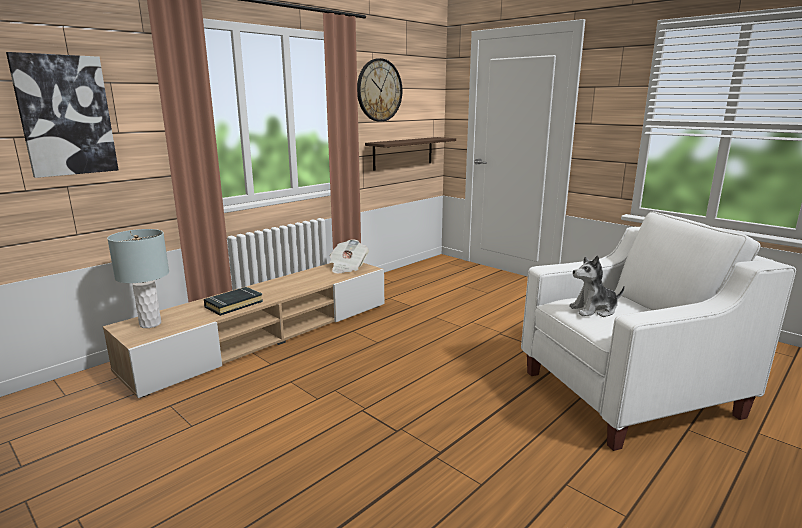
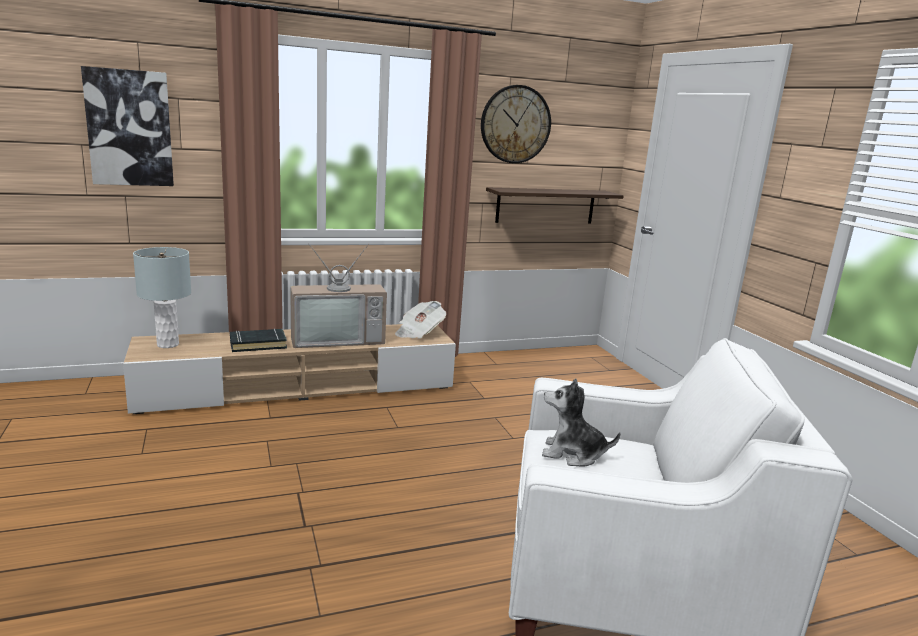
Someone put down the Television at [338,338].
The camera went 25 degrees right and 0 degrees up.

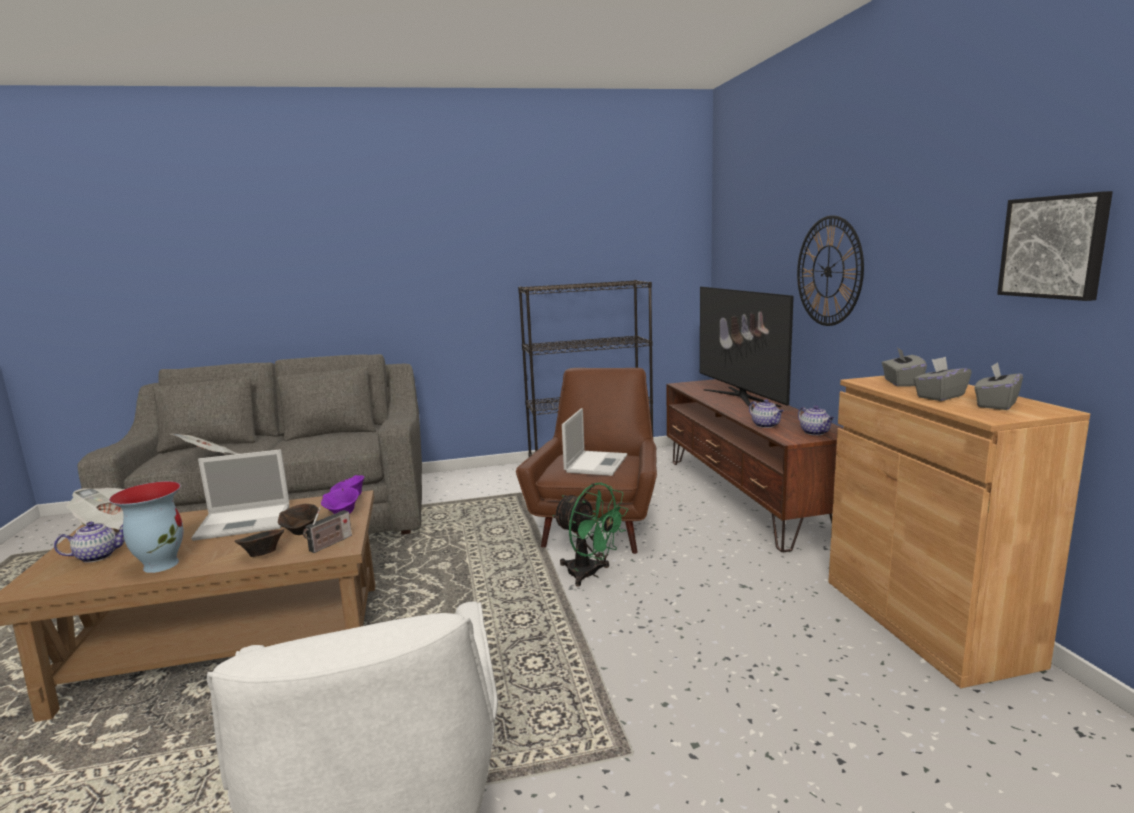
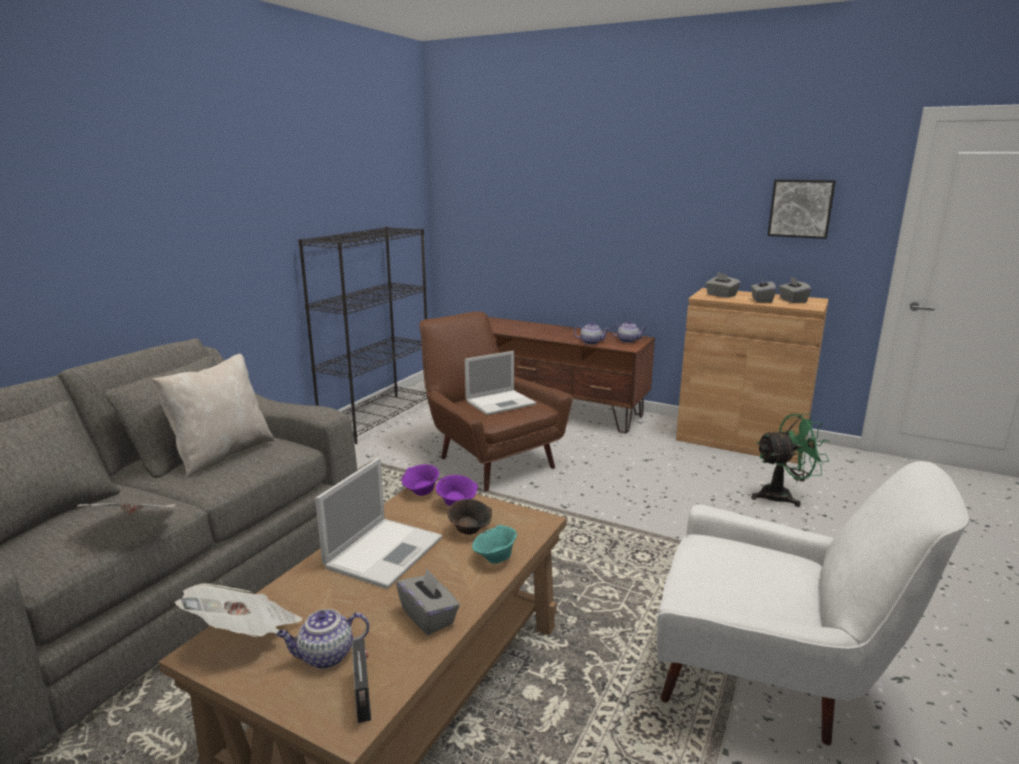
Someone took away the WallClock at [828,271].
Someone took away the Television at [740,398].
Someone rotated the Laptop at [596,463] by 90 degrees clockwise.
Someone swapped the Vase at [161,564] for the GreyTissueBox at [428,616].
Someone carried the GreenFan from [589,574] to [783,496].
Someone carried the Radio from [329,544] to [364,698].
Someone rotated the Teapot at [98,556] by 120 degrees counterclockwise.
Someone repainted the BrownBowl at [262,554], which became the TurquoiseBowl at [495,558].
Someone put down the BeigePillow at [222,454].
The camera went 50 degrees left and 5 degrees up.

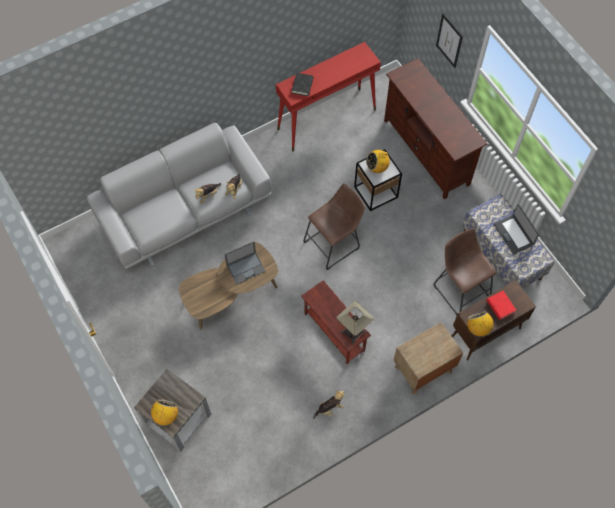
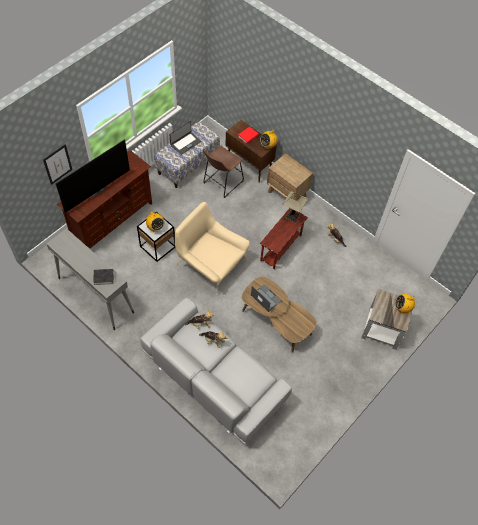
Someone repainted the RedConsoleTable at [327,119], which became the GreyConsoleTable at [95,295].
Someone swapped the BrownStool at [334,243] for the BeigeArmchair at [210,264].
Someone put down the Television at [96,190].
The camera went 110 degrees left and 5 degrees down.

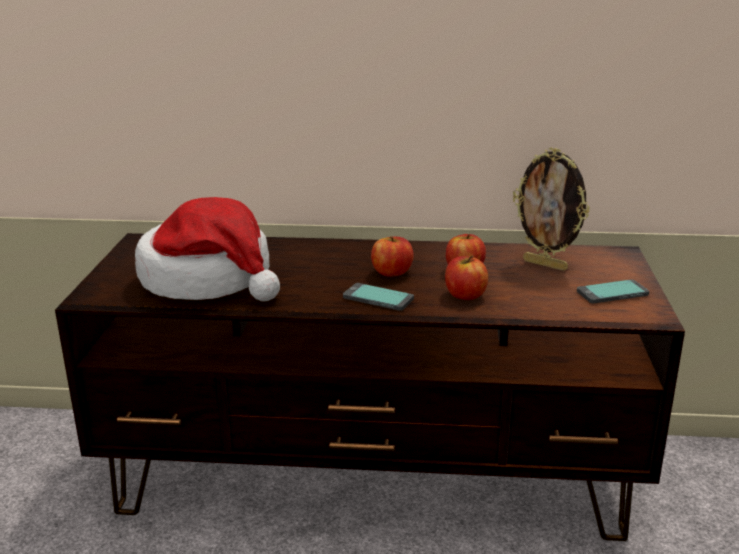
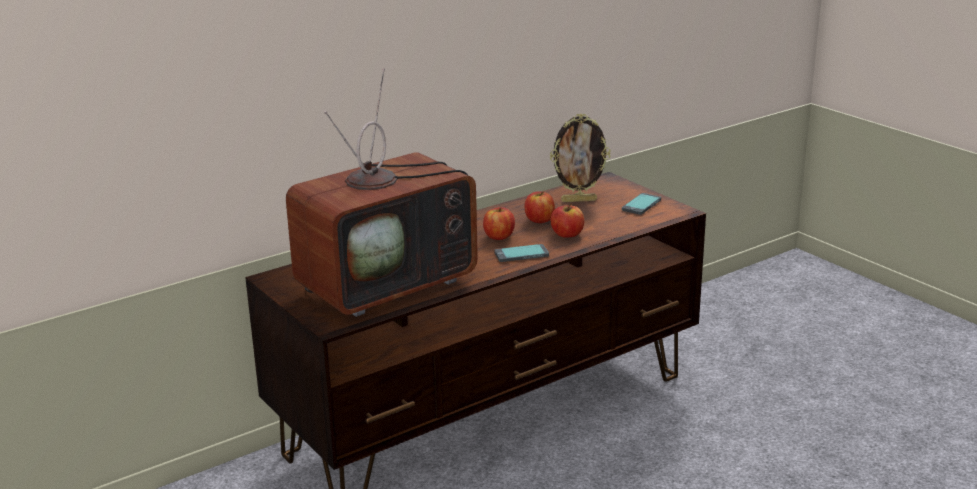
Someone swapped the Hat at [209,279] for the Television at [388,283].
The camera went 40 degrees left and 0 degrees up.

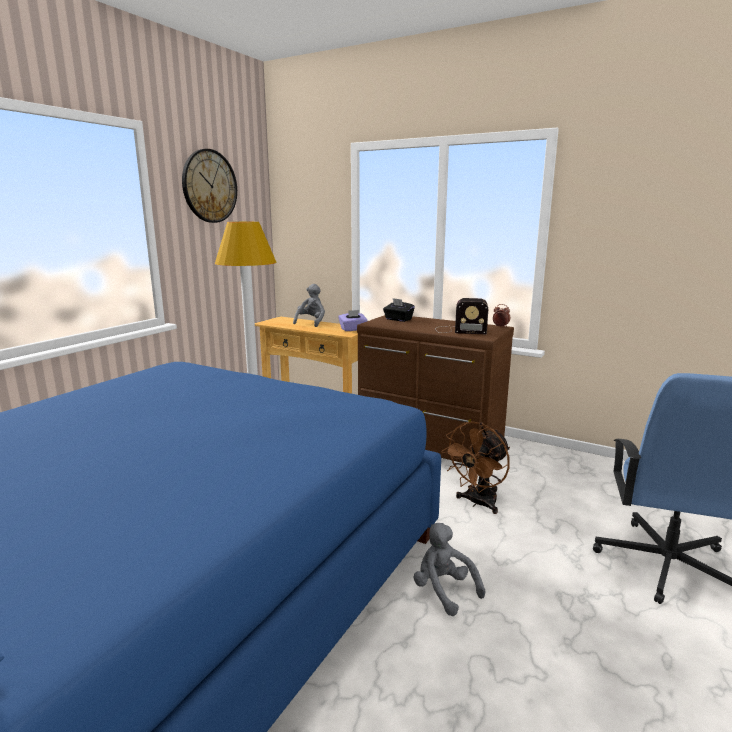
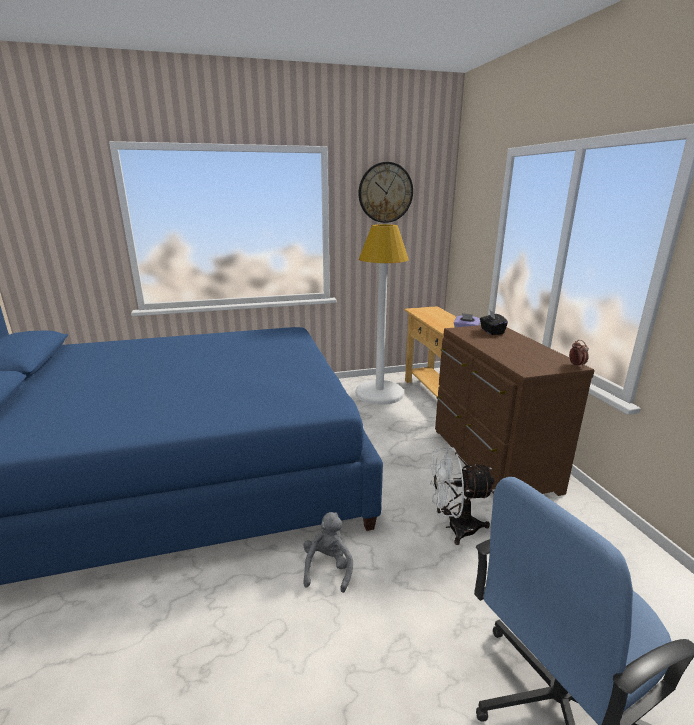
Someone took away the GreyPlushToy at [311,323].
Someone took away the Radio at [459,330].
Someone repainted the BrownFan at [478,503], which became the WhiteFan at [454,527].
The camera went 45 degrees right and 5 degrees up.

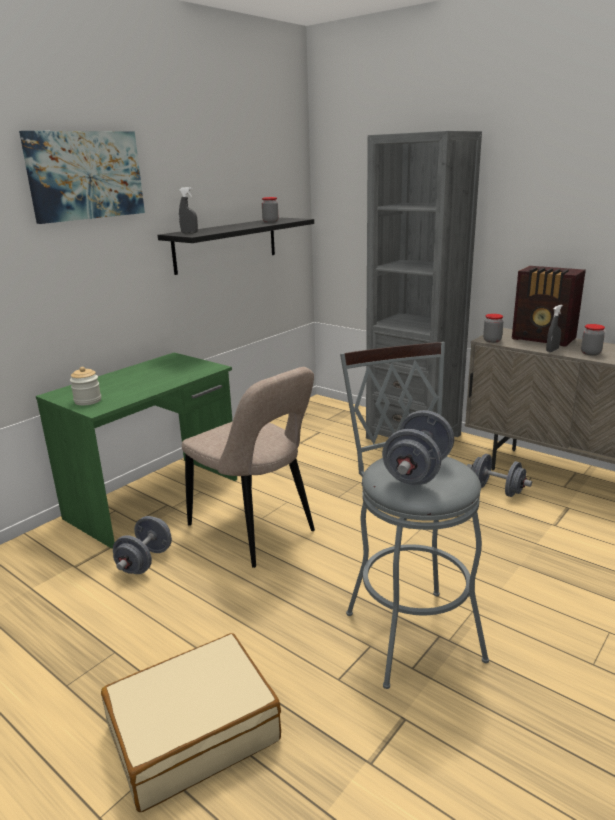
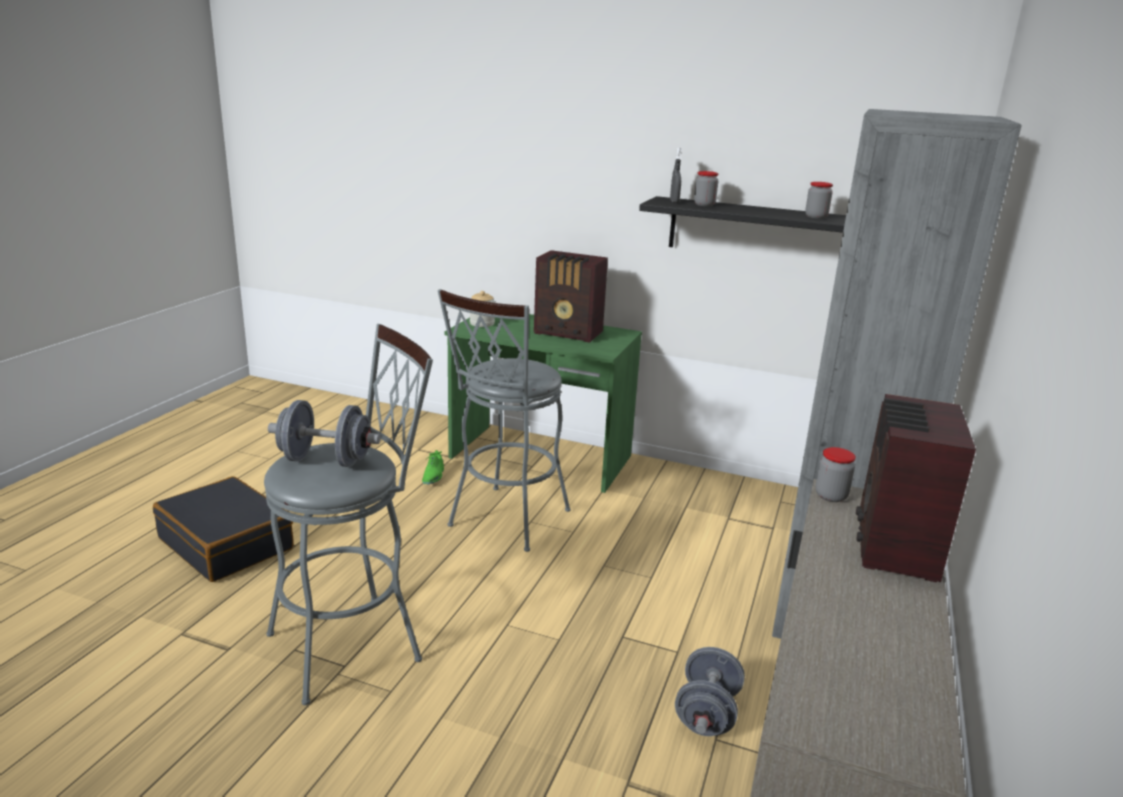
Someone took away the Picture at [85,175].
Someone took away the GreySprayBottle at [552,350].
Someone carried the Jar from [590,353] to [704,205].
Someone swapped the BeigeChair at [255,531] for the GreyStool at [504,522].
Someone swapped the GreyDumbbell at [145,561] for the GreenShoe at [433,477].
Someone repainted the BeigeSuitcase at [193,732], which became the BlackSuitcase at [227,543].
Someone put down the Radio at [569,333].
The camera went 70 degrees right and 0 degrees up.

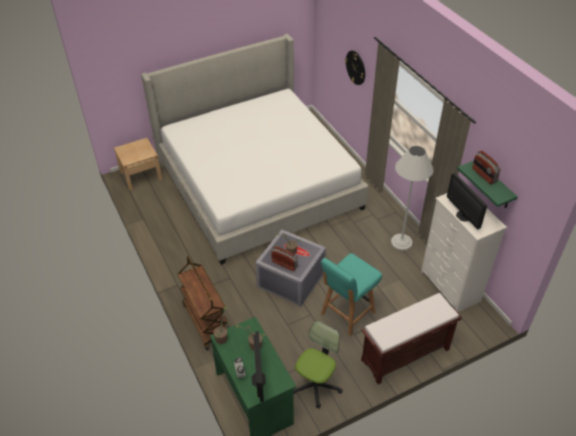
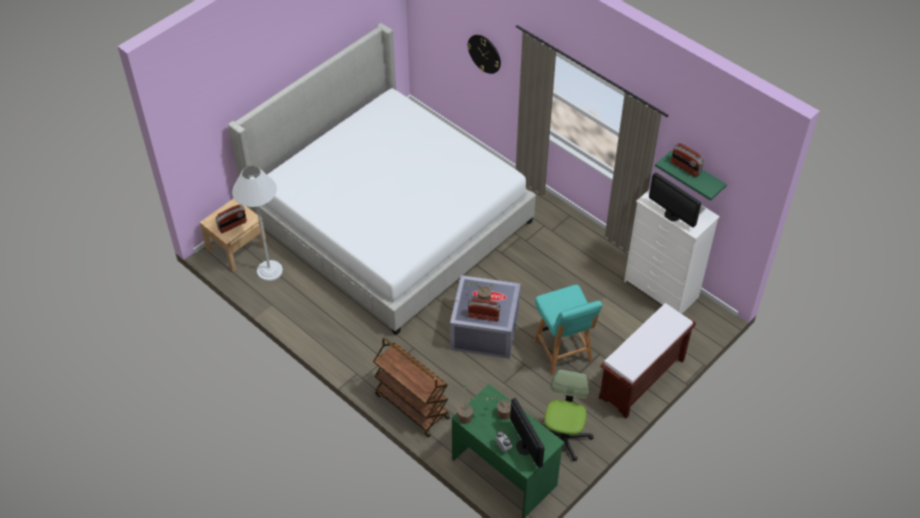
Someone carried the WhiteFloorLamp from [401,242] to [269,271].
Someone rotated the TurquoiseChair at [347,314] by 45 degrees counterclockwise.
Someone put down the Radio at [232,225].
The camera went 20 degrees left and 5 degrees up.

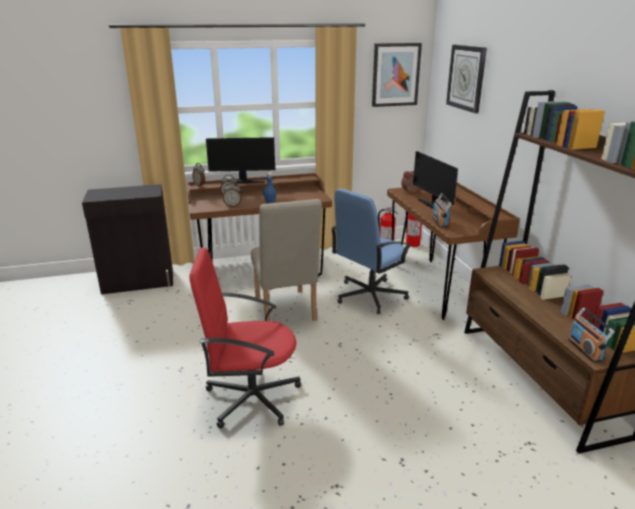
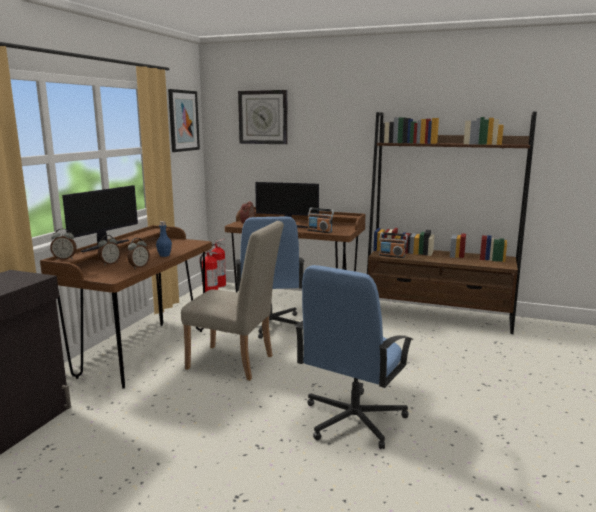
Someone repainted the RedOfficeChair at [251,397], which became the BlueOfficeChair at [353,420].
Someone carried the Radio from [585,349] to [392,256].
The camera went 55 degrees left and 10 degrees down.

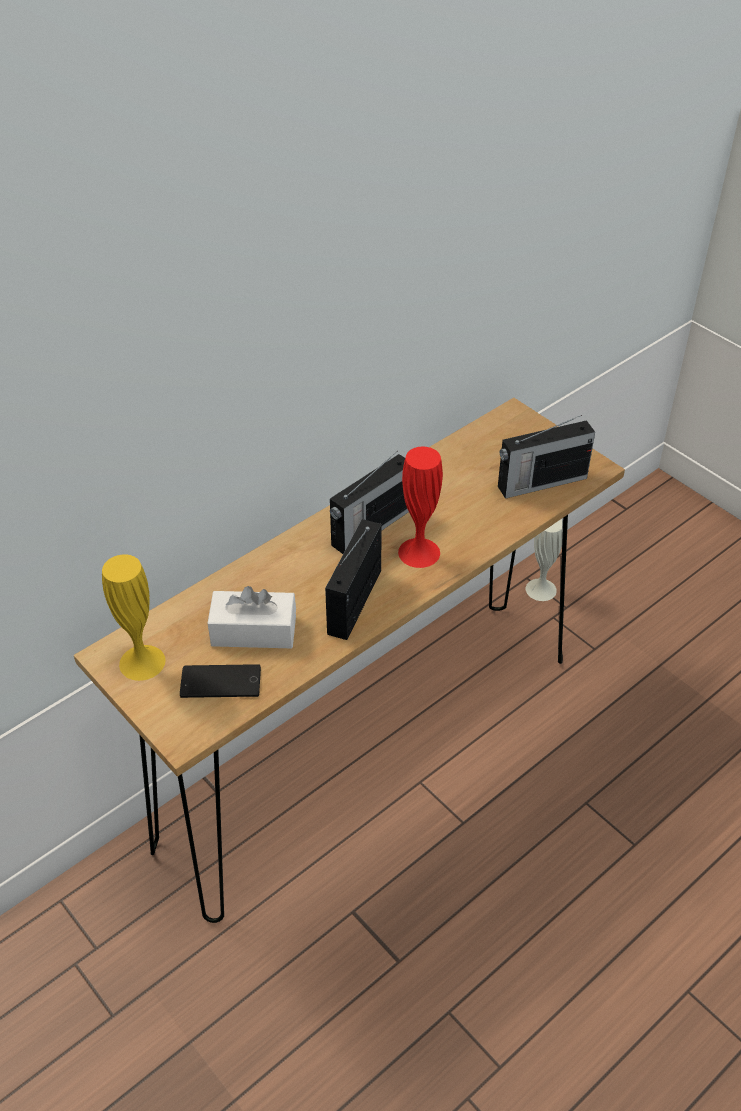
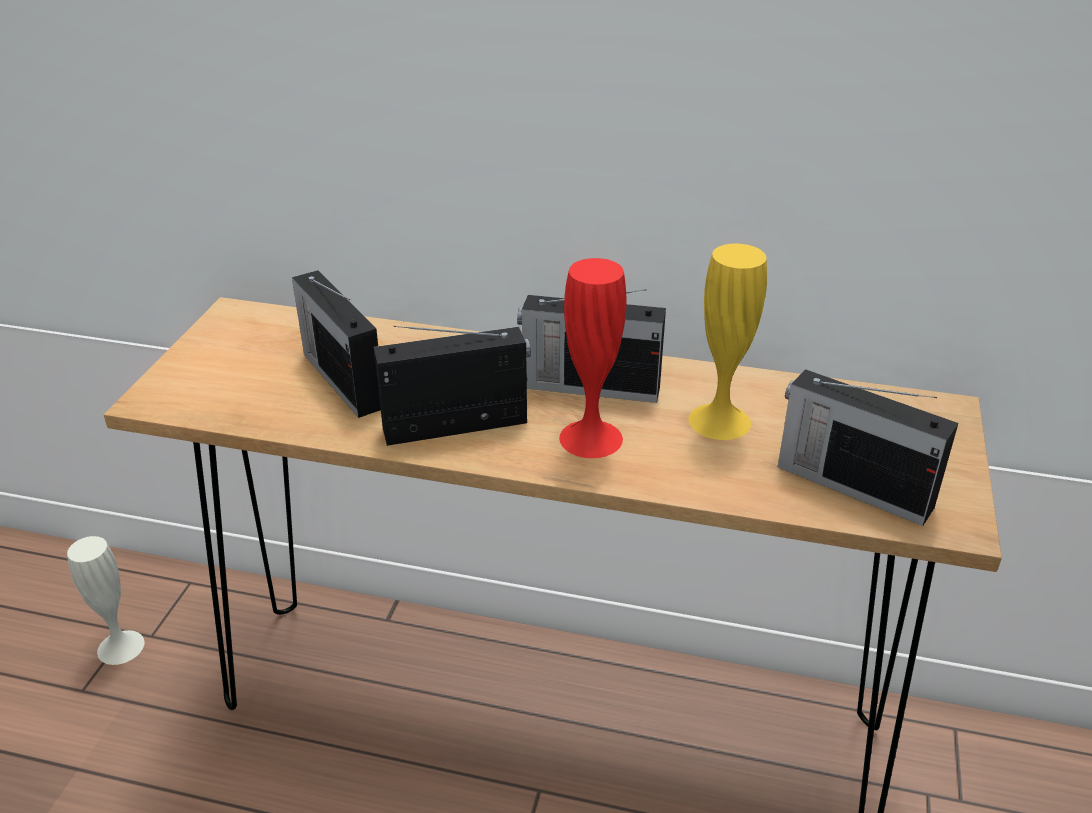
Someone carried the WhiteVase from [541,589] to [120,647].
Someone carried the YellowVase from [142,662] to [719,421].
Someone swapped the WhiteTissueBox at [254,631] for the Radio at [342,378].
Someone took away the Phone at [220,682].
The camera went 55 degrees right and 10 degrees down.

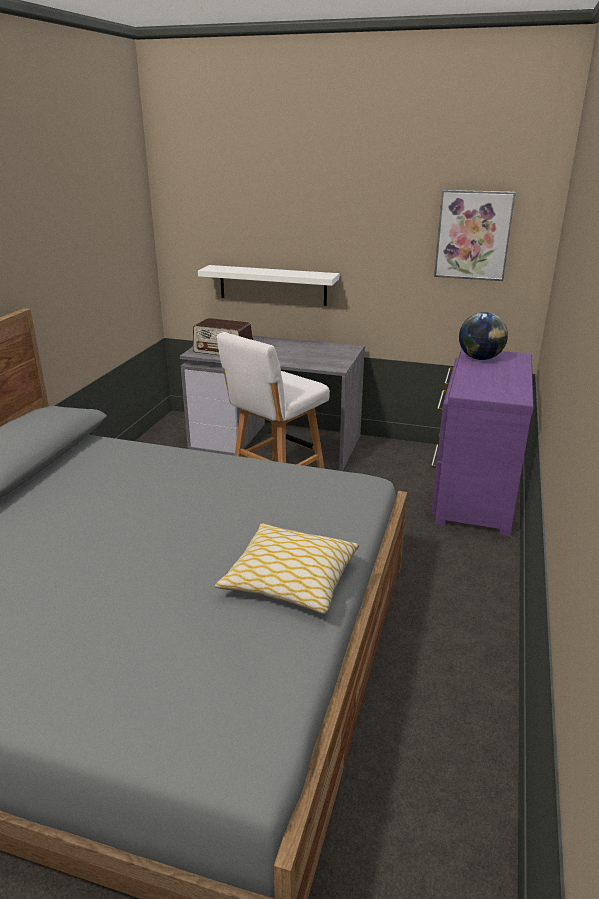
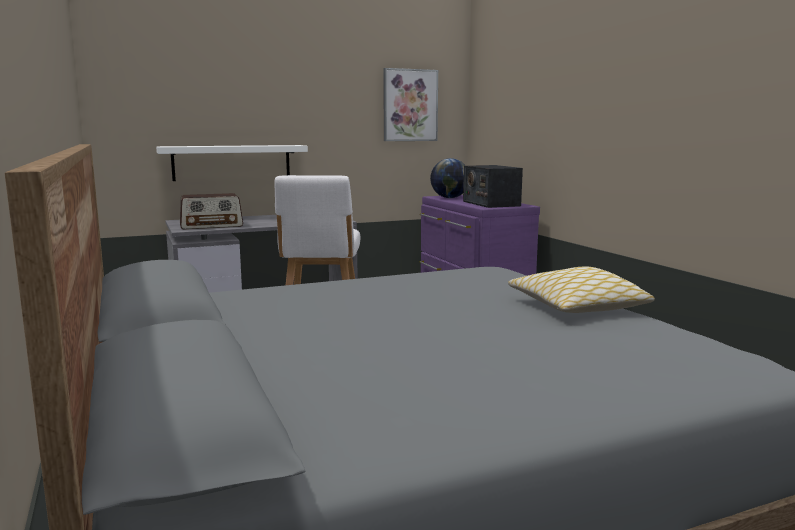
Someone put down the Radio at [491,203].
The camera went 40 degrees left and 15 degrees down.

